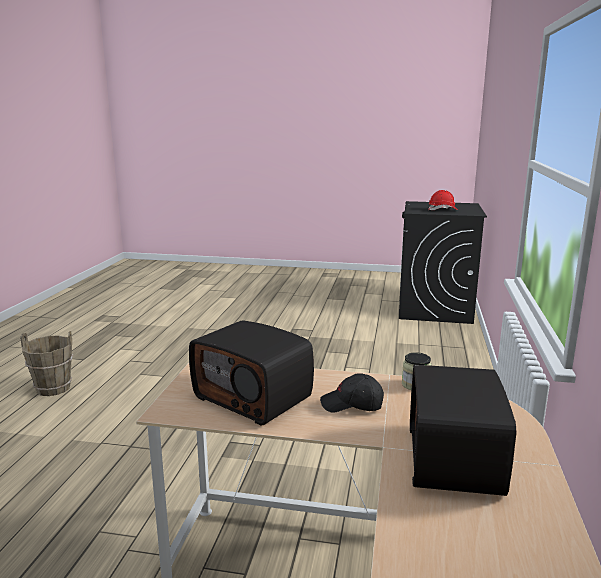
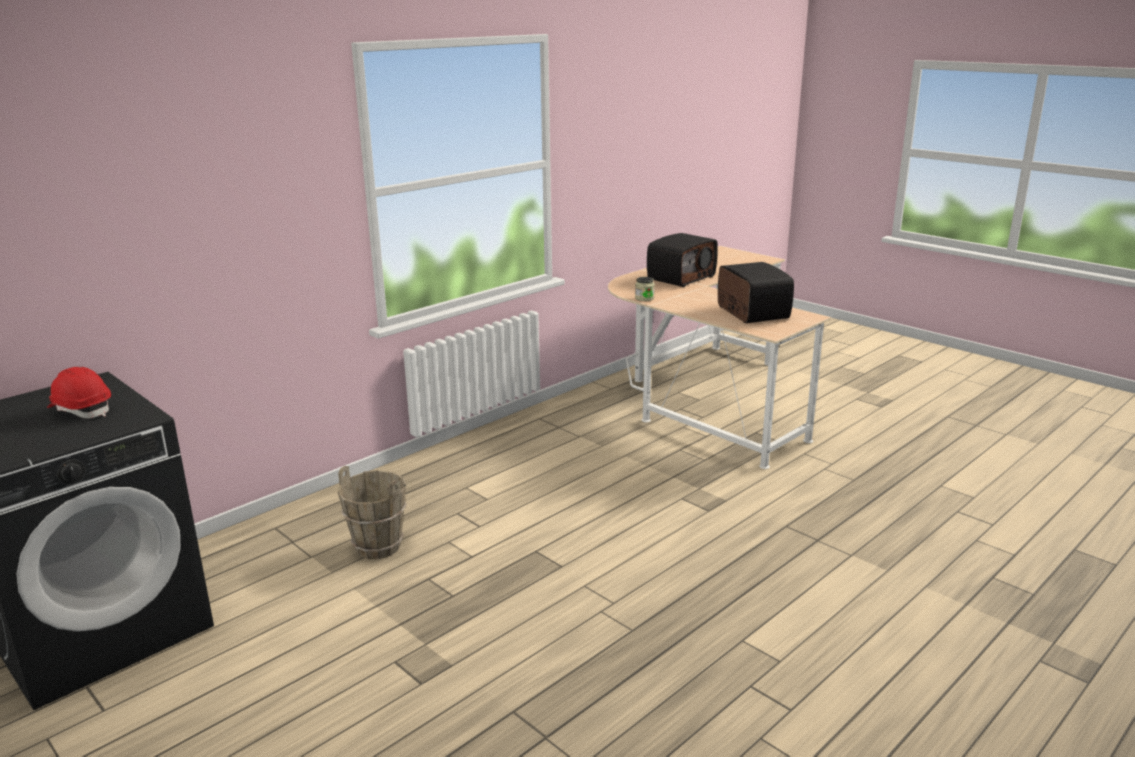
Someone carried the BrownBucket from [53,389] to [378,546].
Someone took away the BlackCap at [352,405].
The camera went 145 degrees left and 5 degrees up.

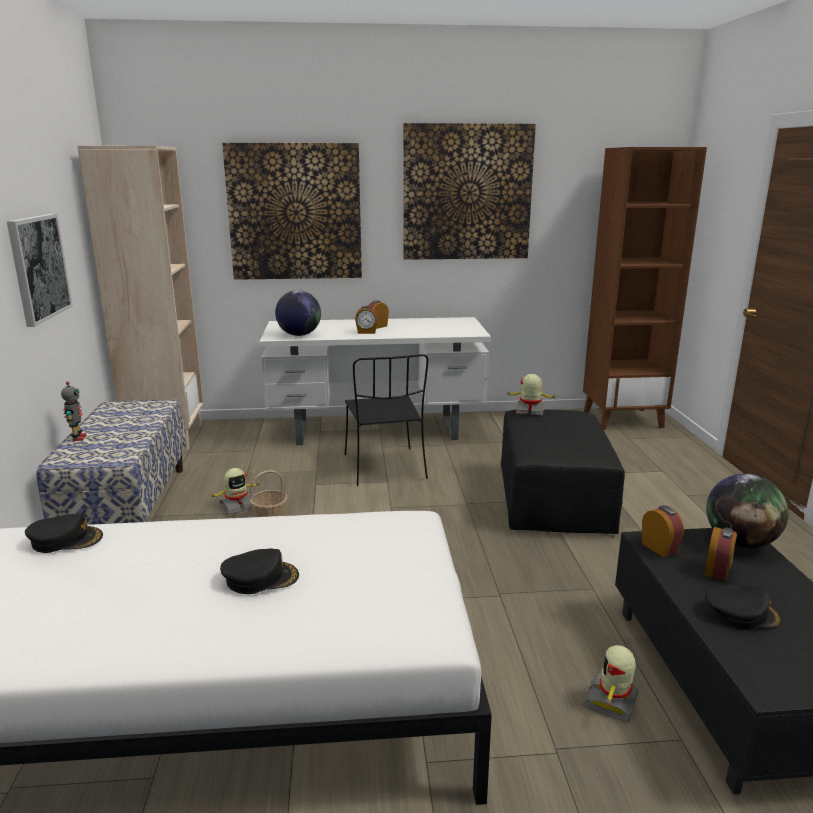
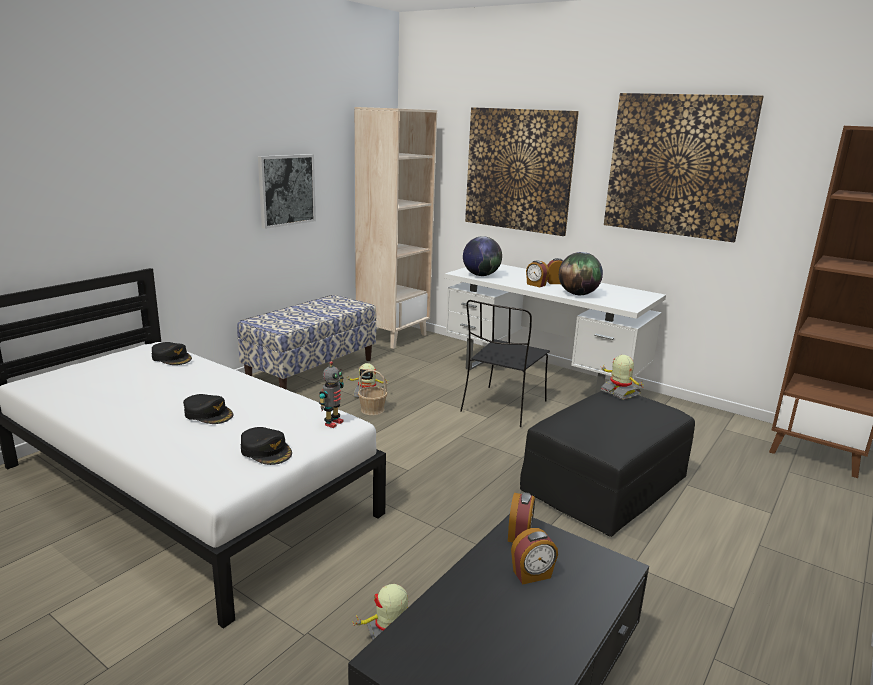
Someone carried the ToyRobot from [78,438] to [332,423].
Someone carried the Globe from [740,542] to [578,294].
Someone carried the BlackCap from [741,613] to [266,451].
The camera went 40 degrees right and 0 degrees up.

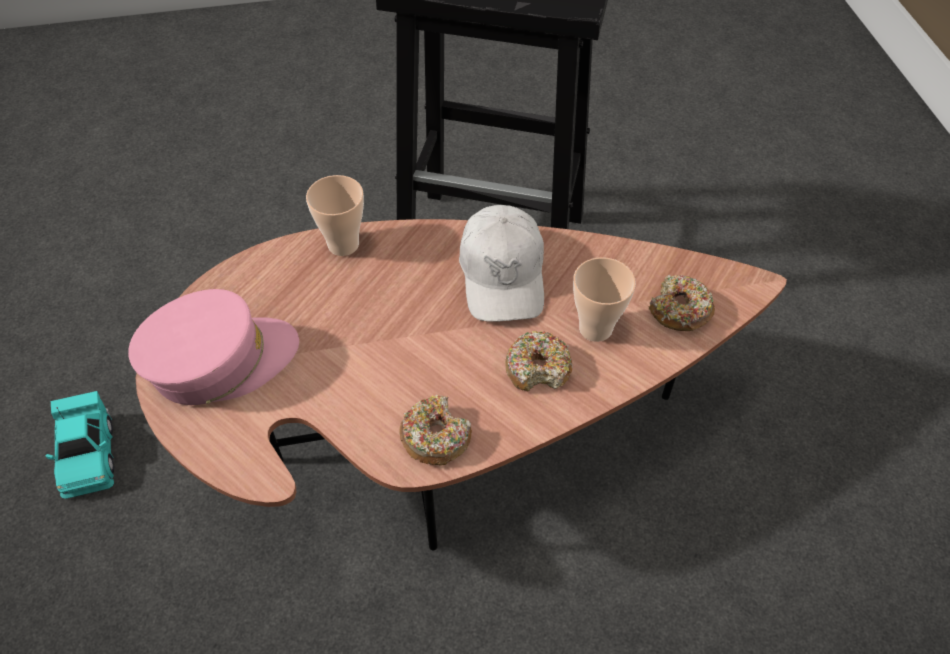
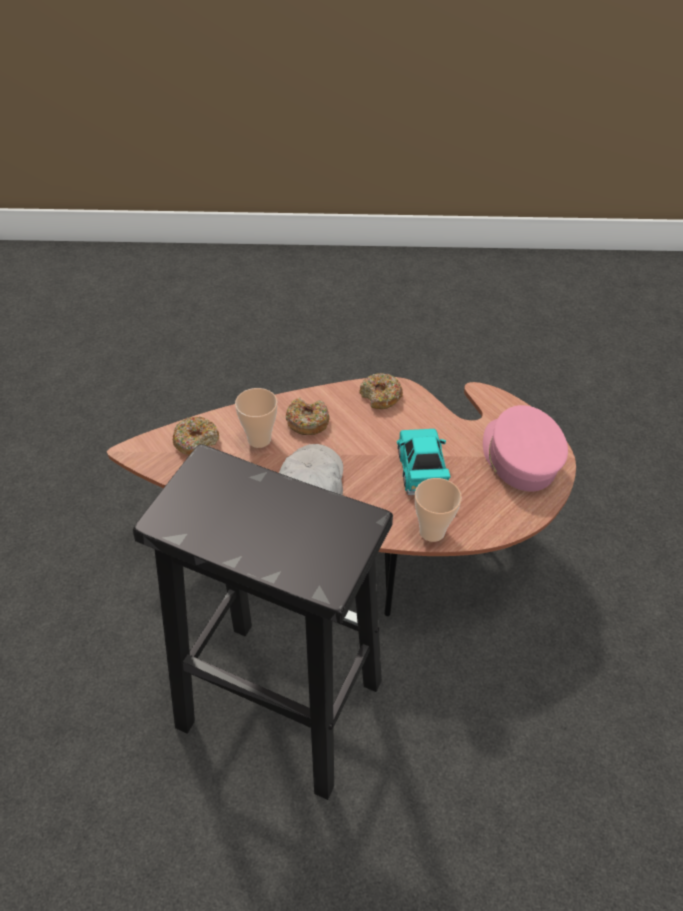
Someone rotated the PinkCap at [220,361] by 90 degrees clockwise.
Someone carried the TurquoiseToyCar from [88,455] to [421,469].
The camera went 170 degrees left and 5 degrees down.

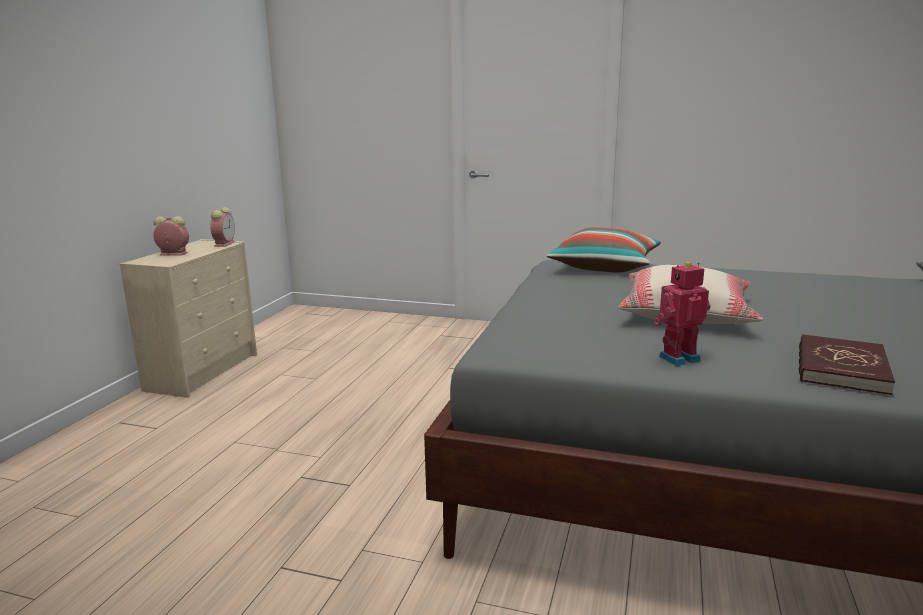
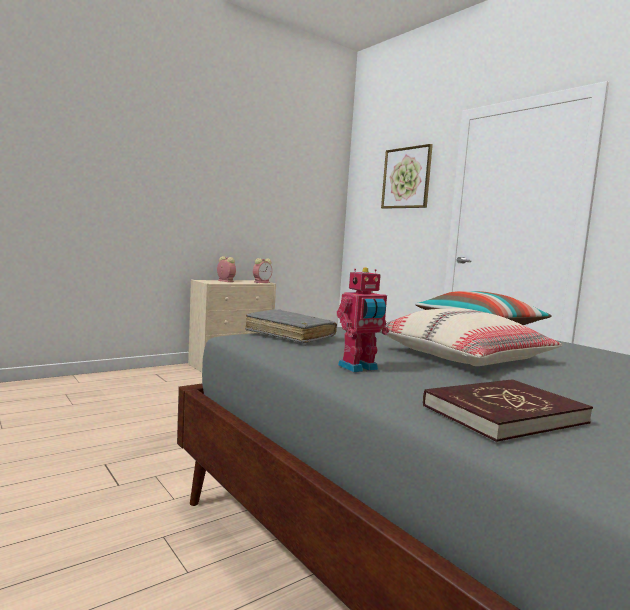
Someone rotated the ToyRobot at [677,358] by 135 degrees clockwise.
Someone put up the Picture at [406,178].
Someone put down the GreyBook at [290,335].
The camera went 35 degrees right and 10 degrees down.

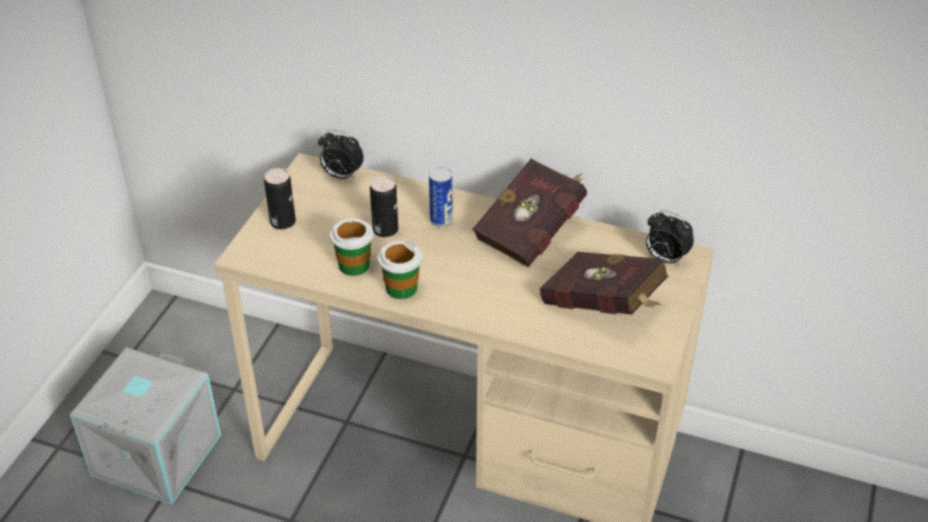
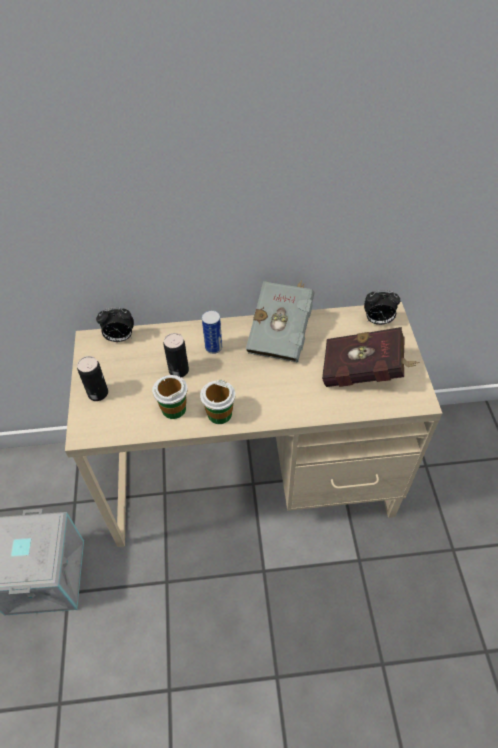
Someone repainted the RedBook at [533,232], which became the GreyBook at [282,333].
The camera went 25 degrees left and 10 degrees up.

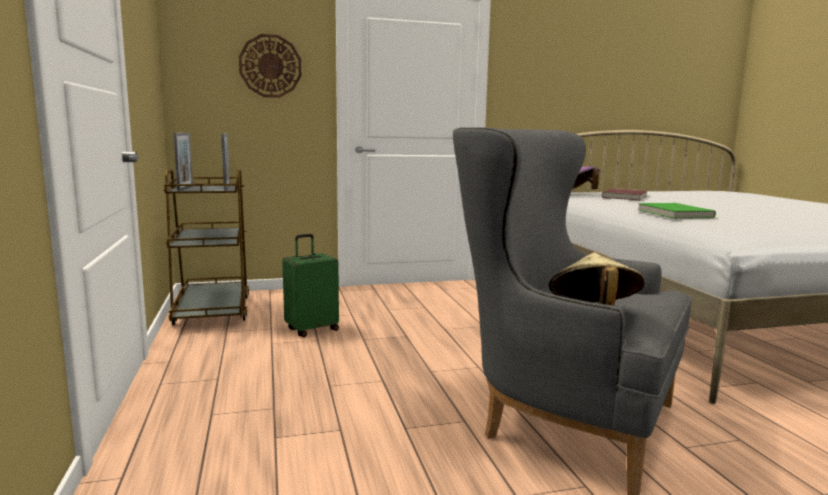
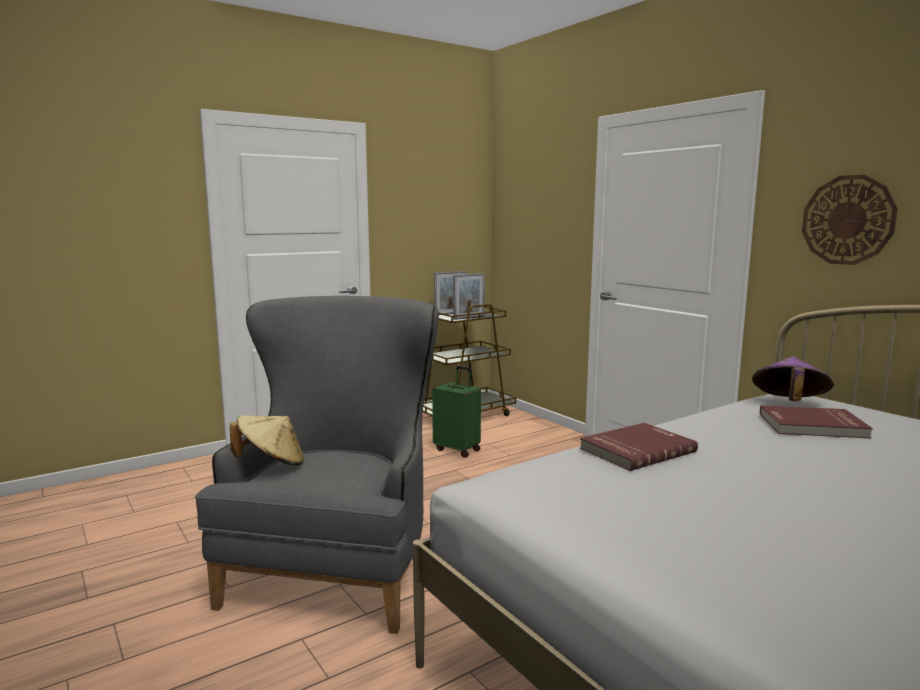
Someone carried the WallClock from [270,66] to [847,220].
Someone repainted the GreenBook at [673,213], which became the RedBook at [636,449].
The camera went 70 degrees right and 0 degrees up.

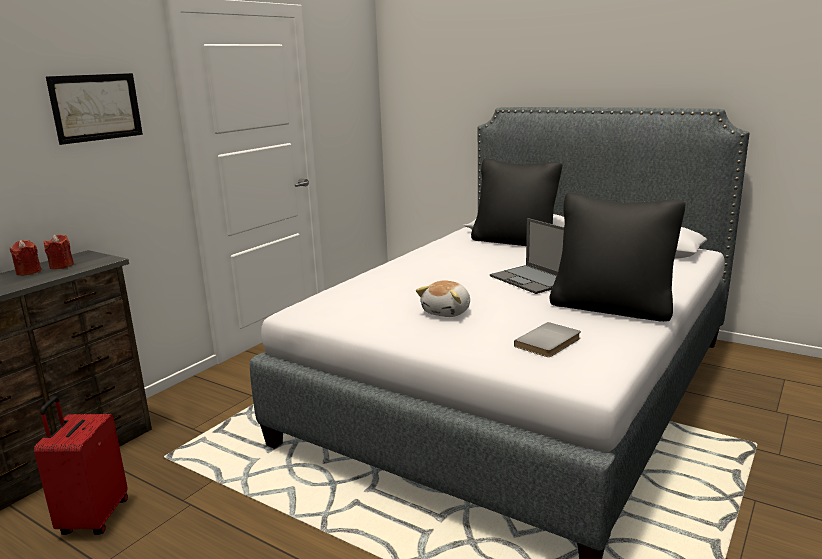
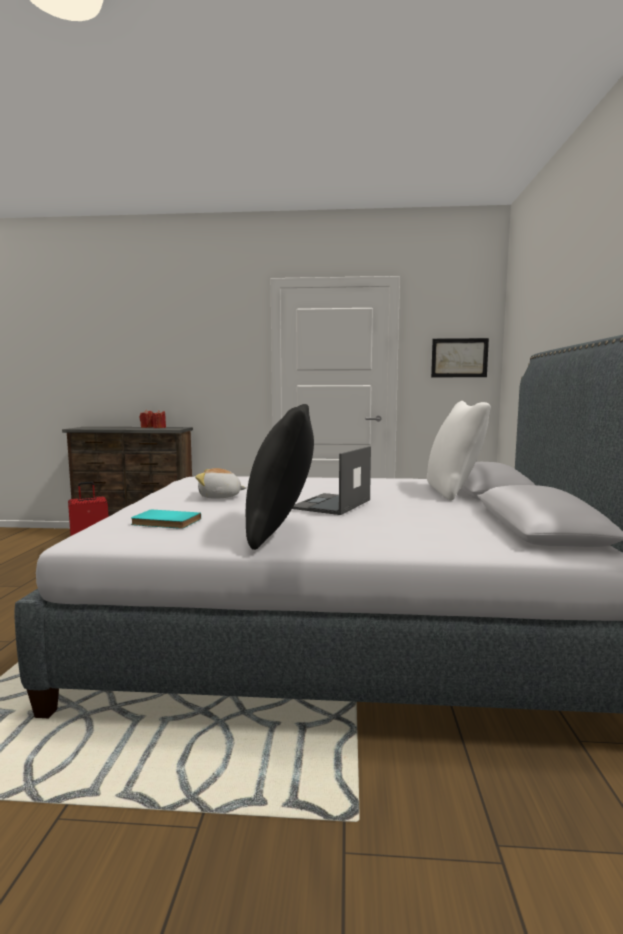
Someone carried the Picture from [96,107] to [459,358].
Someone repainted the BlackPillow at [515,241], which became the WhitePillow at [453,491].
Someone repainted the GreyBook at [550,343], which became the TurquoiseBook at [165,522].
The camera went 60 degrees right and 10 degrees down.

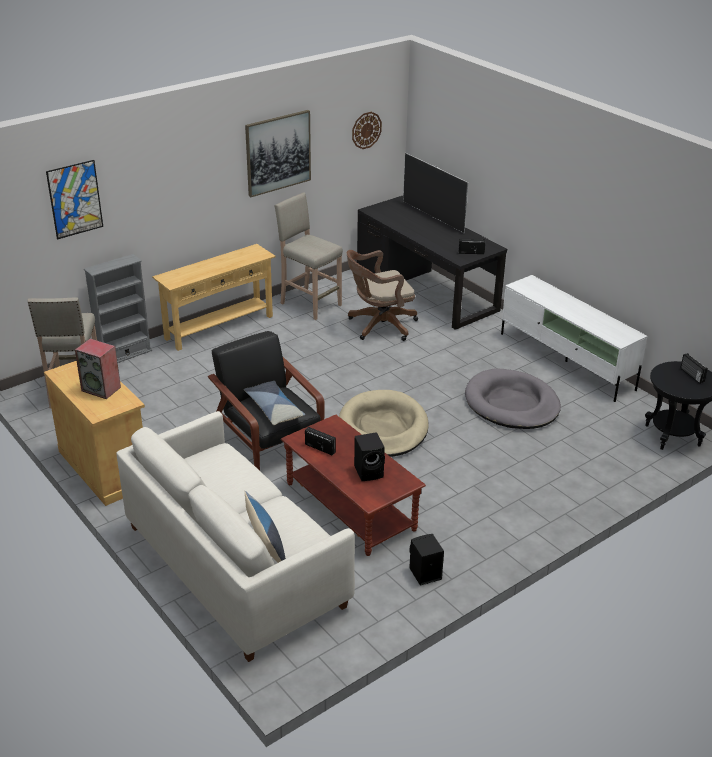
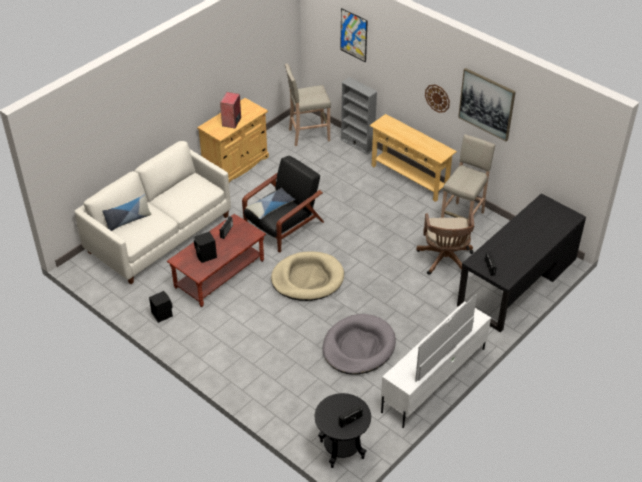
Someone carried the WallClock from [366,130] to [437,98].
Someone carried the Television from [433,217] to [444,355].
Someone rotated the BrownOfficeChair at [379,326] by 150 degrees counterclockwise.
The camera went 80 degrees right and 10 degrees up.

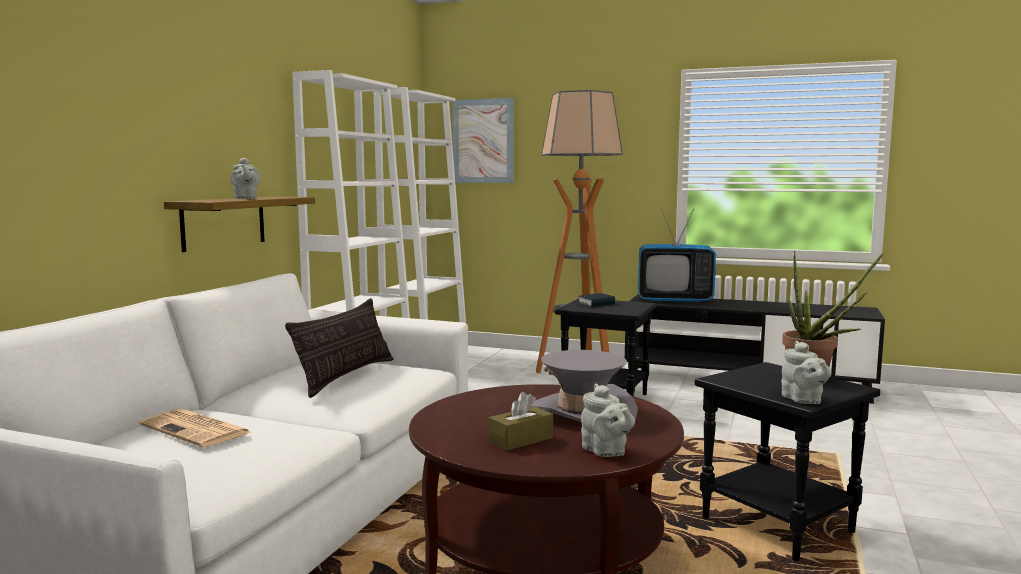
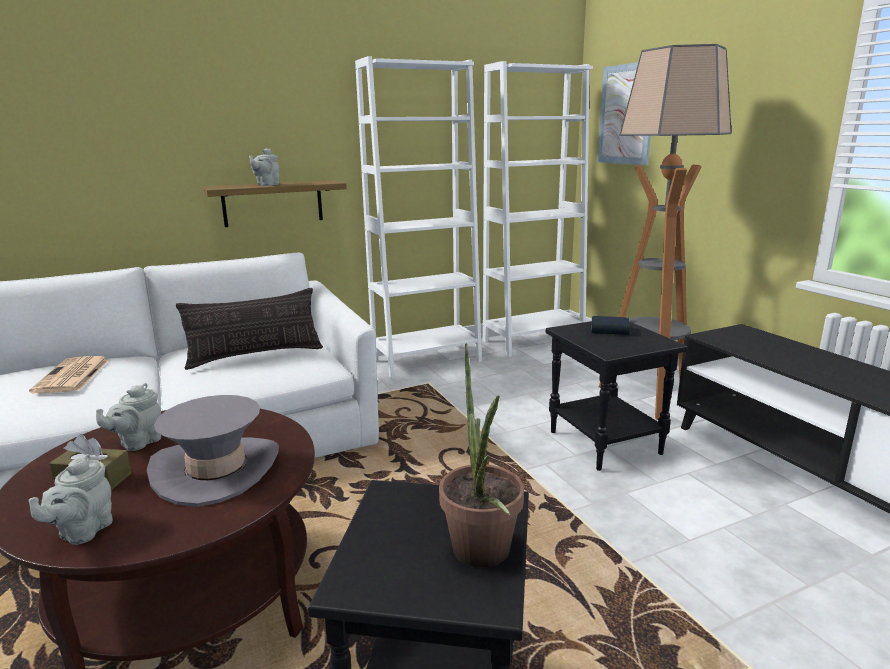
Someone took away the Television at [674,300].
Someone carried the GreyTeapot from [803,400] to [138,443].
The camera went 45 degrees right and 10 degrees up.

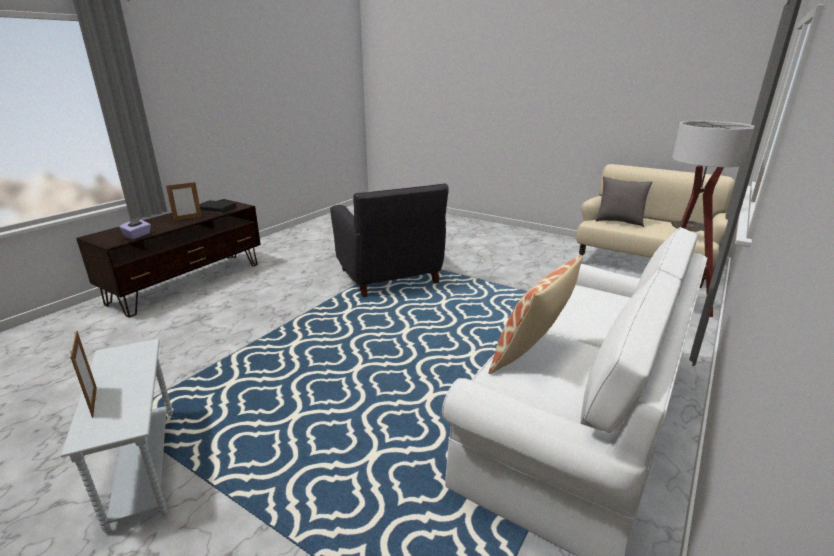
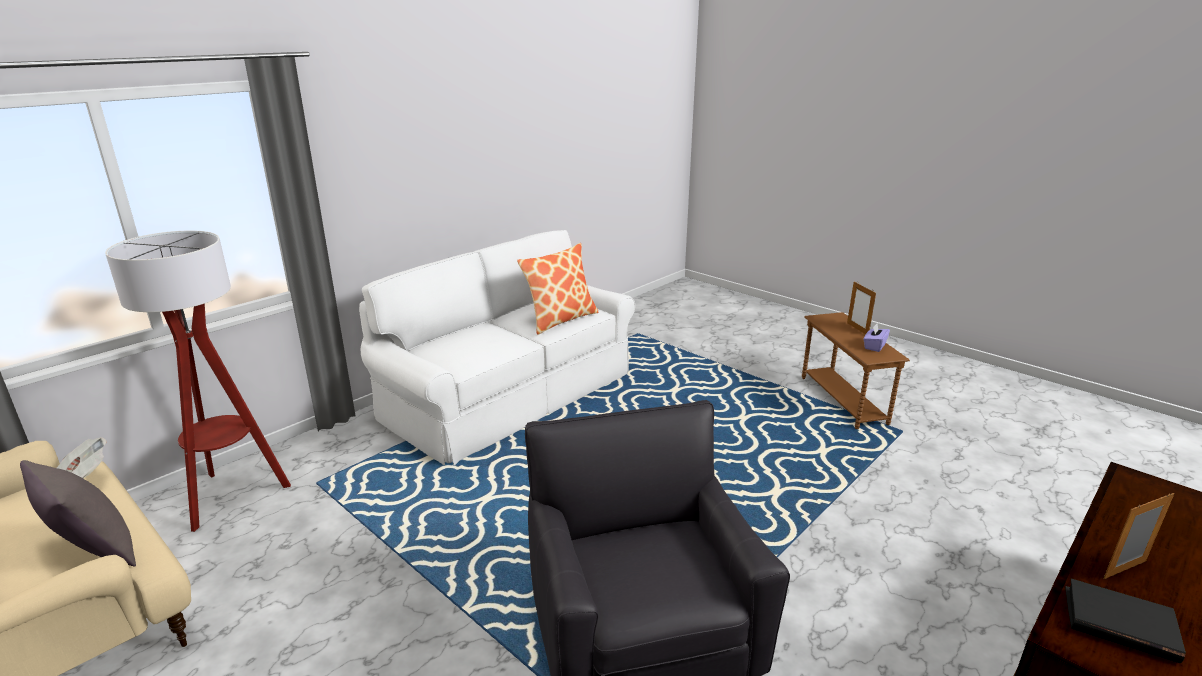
Someone carried the PurpleTissueBox from [138,235] to [874,346].
Someone repainted the WhiteSideTable at [142,466], which became the BrownSideTable at [843,400].
The camera went 170 degrees left and 0 degrees up.

